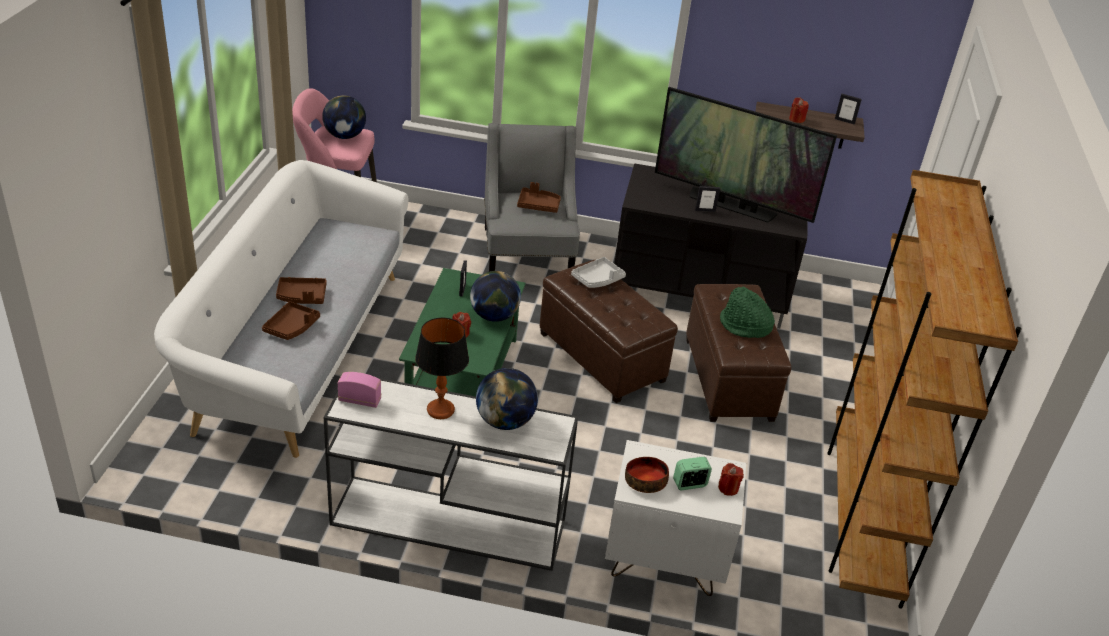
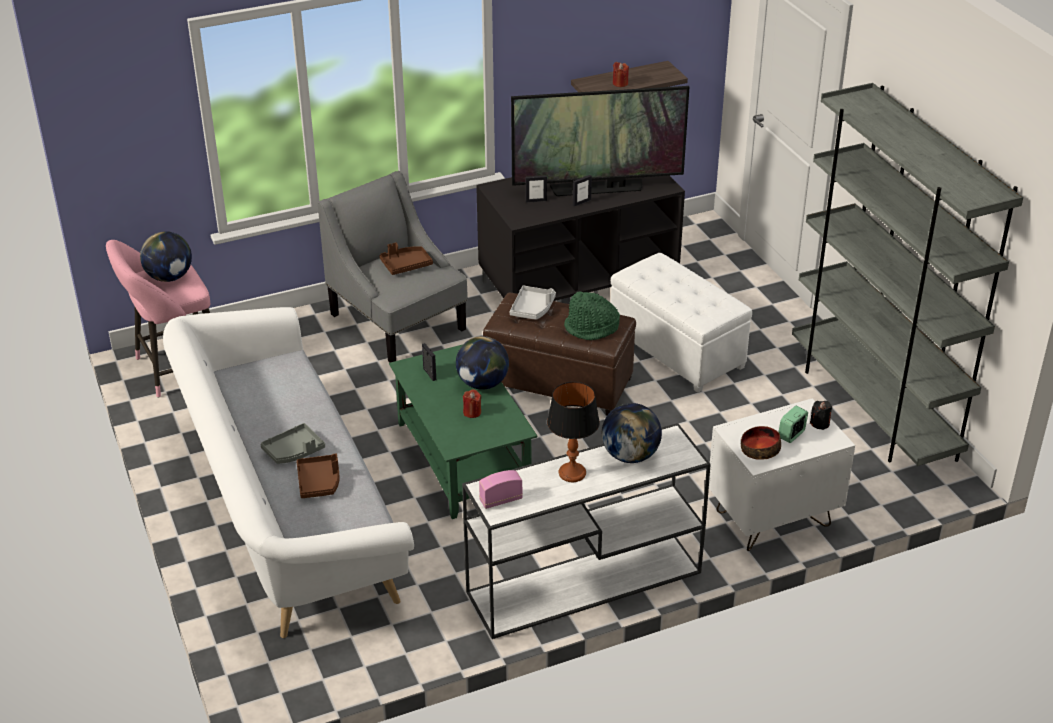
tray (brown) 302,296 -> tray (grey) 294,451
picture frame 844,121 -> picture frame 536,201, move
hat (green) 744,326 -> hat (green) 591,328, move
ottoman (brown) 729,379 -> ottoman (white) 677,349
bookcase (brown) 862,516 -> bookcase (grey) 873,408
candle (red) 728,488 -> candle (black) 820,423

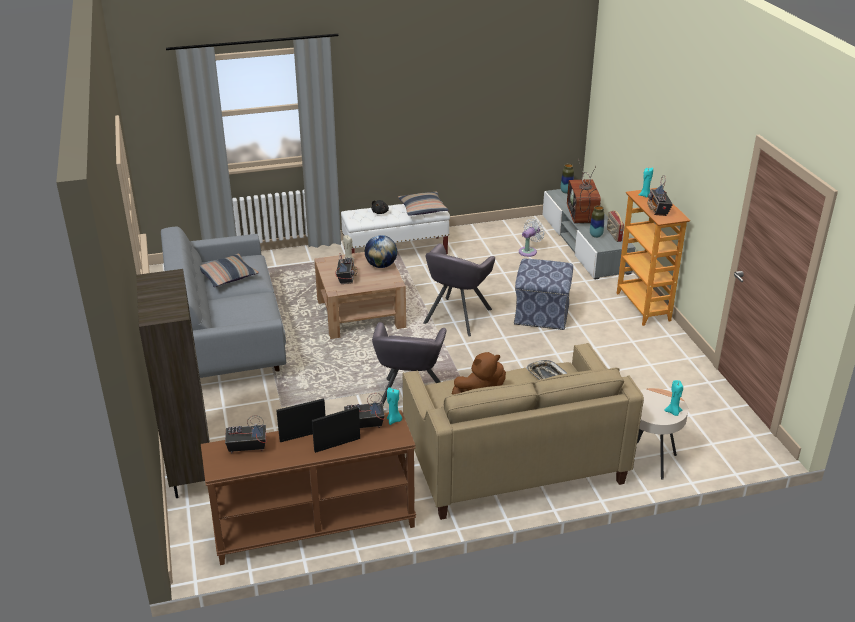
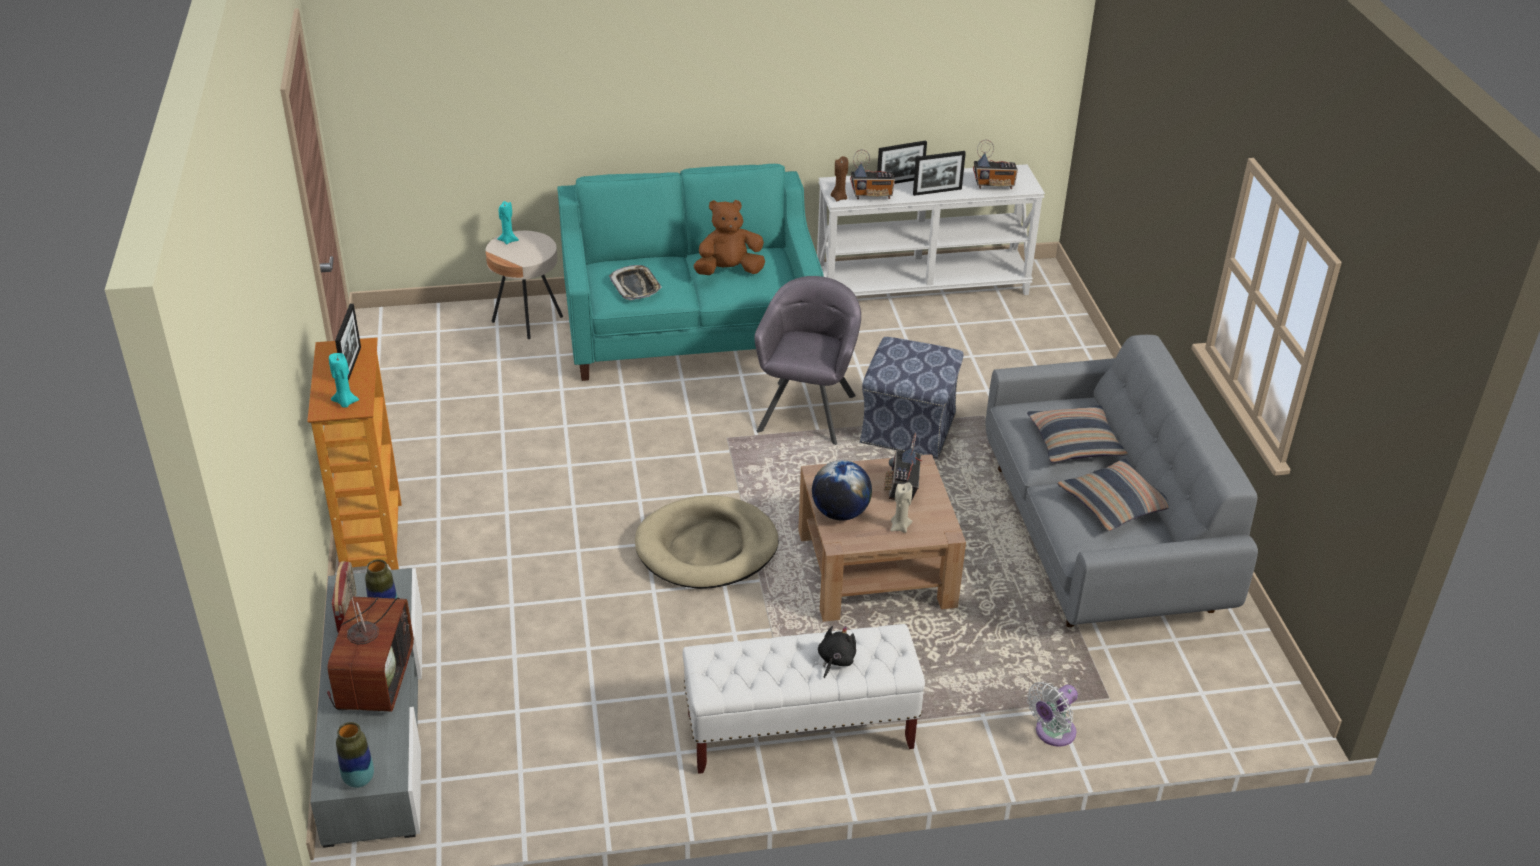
radio 658,210 -> picture frame 352,365
sofa (beige) 513,461 -> sofa (turquoise) 689,330
armchair (grey) 457,316 -> dog bed (beige) 707,547
console table (brown) 314,528 -> console table (white) 922,286
candle (turquoise) 394,420 -> candle (brown) 839,197
ottoman 541,314 -> ottoman 908,427, move
pillow 422,209 -> pillow 1074,443, move
fan (white) 529,251 -> fan (white) 1052,733, move
bookcase (brown) 190,470 -> none

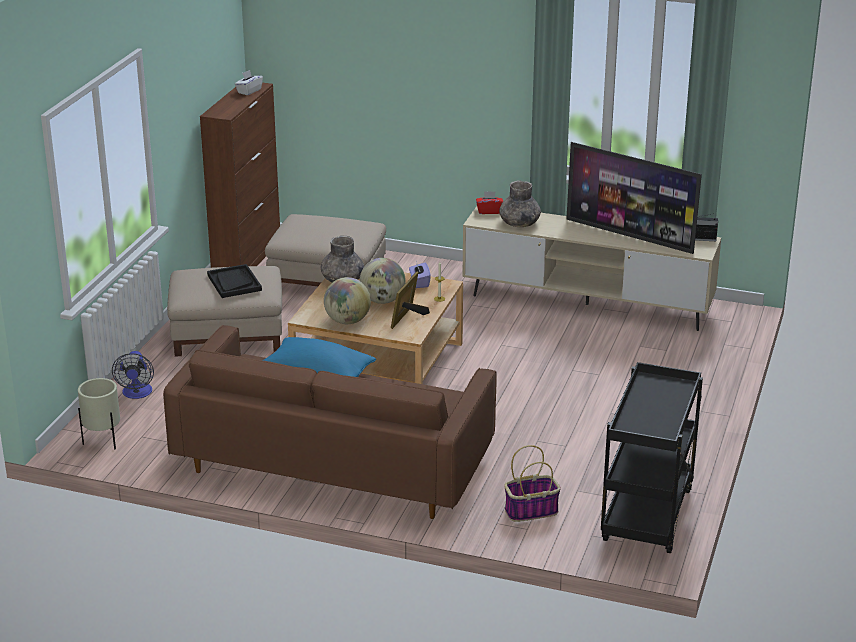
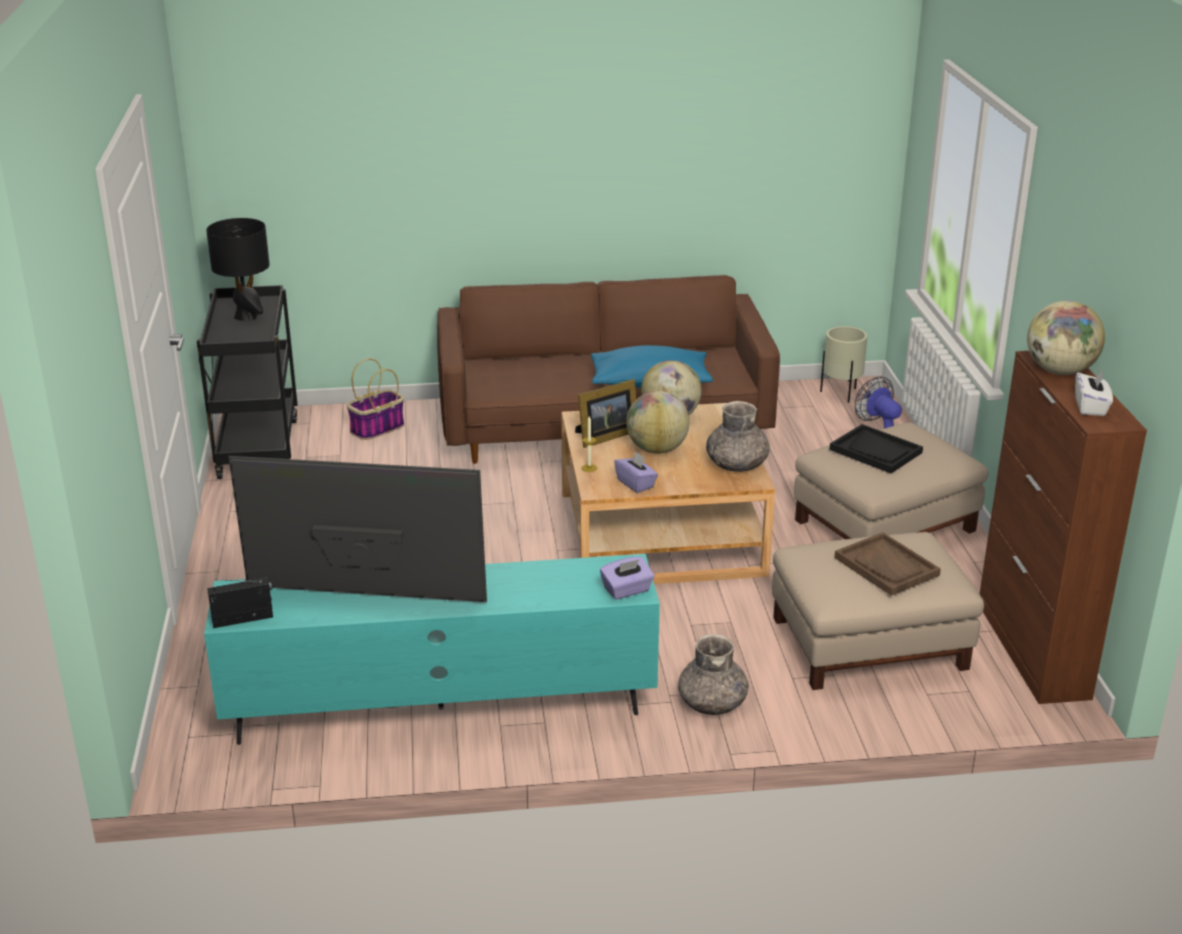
tv stand (beige) 587,304 -> tv stand (turquoise) 441,707
none -> table lamp (black) 246,316
picture frame 408,317 -> picture frame 604,436, 60 degrees clockwise
tissue box (red) 489,211 -> tissue box (purple) 627,590
vase (grey) 519,223 -> vase (grey) 712,703, move
none -> tray (brown) 887,566
none -> globe 1059,371

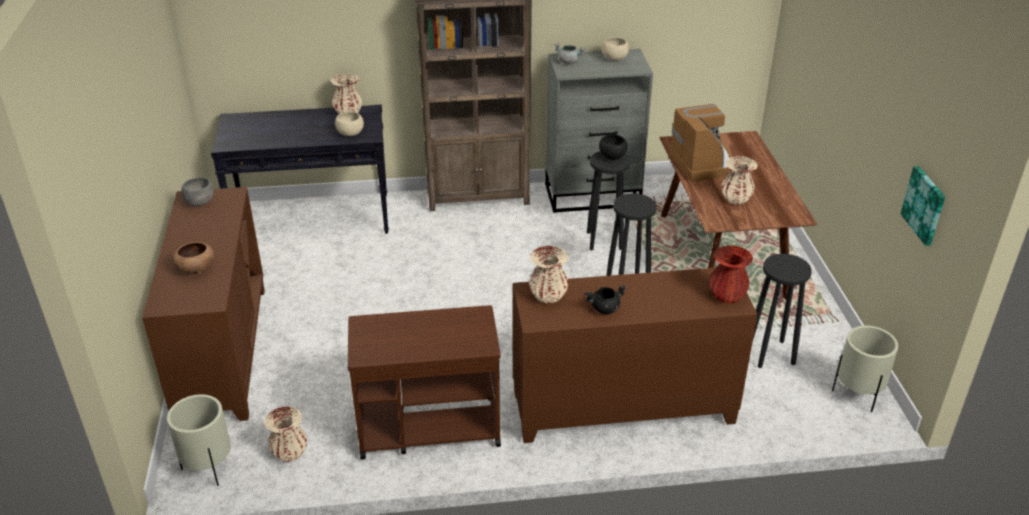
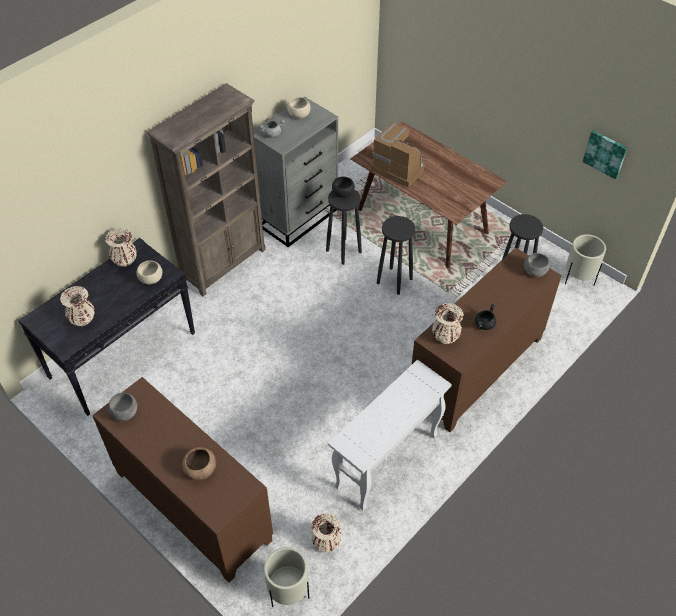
vase (beige) 736,199 -> vase (beige) 82,319, move
cart (brown) 427,427 -> console table (white) 386,462
vase (red) 727,296 -> bowl (grey) 535,272

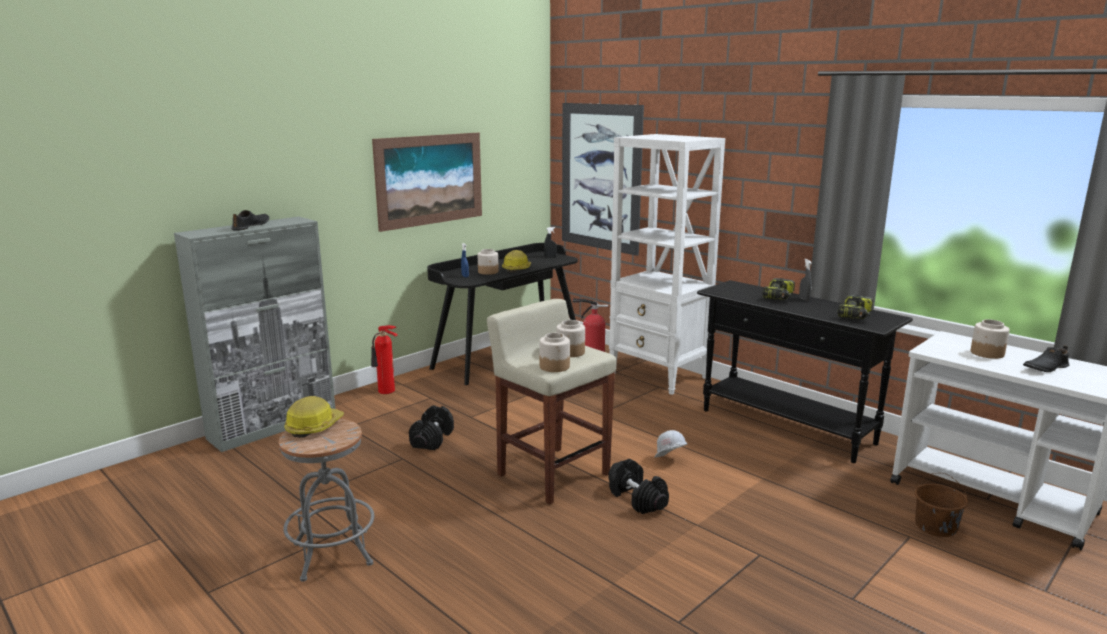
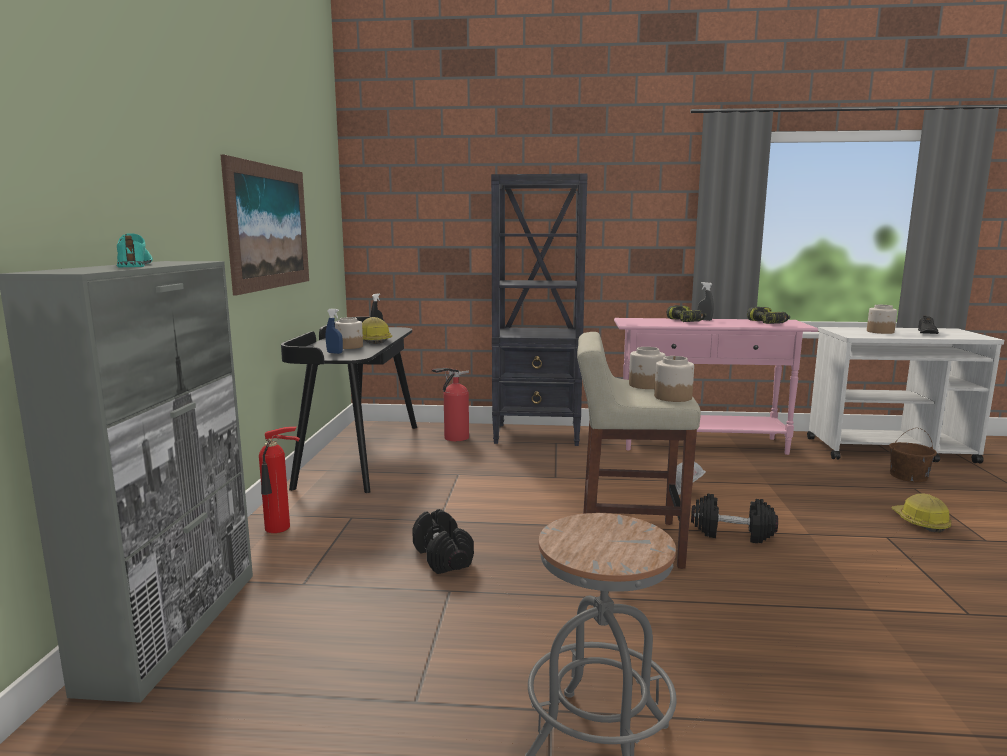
shoe (black) 251,226 -> shoe (turquoise) 135,265
bookcase (white) 659,376 -> bookcase (black) 538,435
console table (black) 787,427 -> console table (pink) 702,444
hard hat 313,427 -> hard hat 920,522, move
picture 600,177 -> none

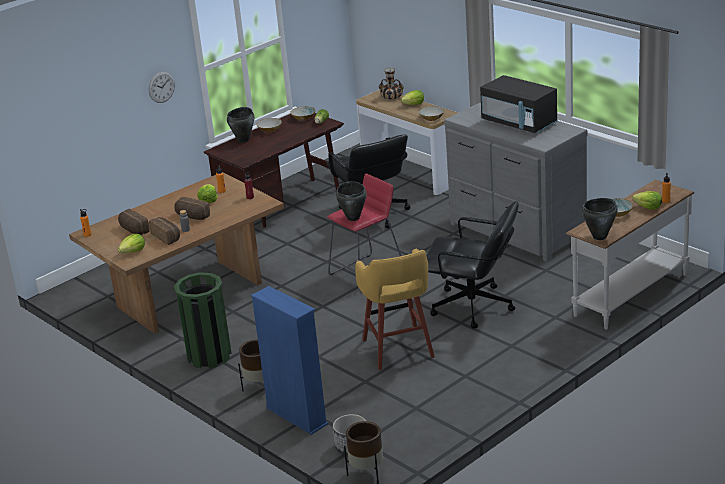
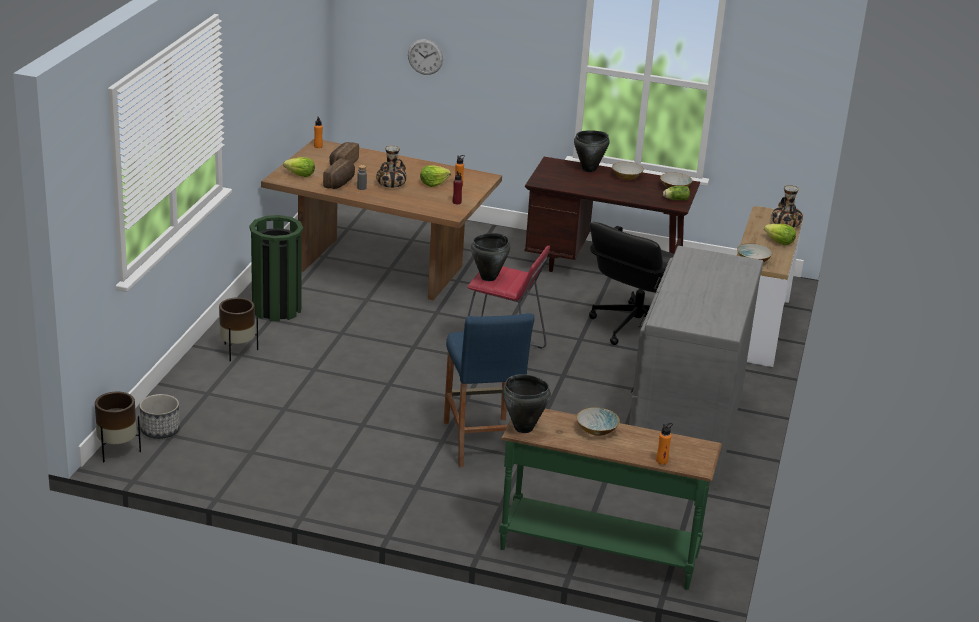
bread 192,216 -> vase 391,184
wall clock 161,87 -> wall clock 425,57, move
office chair (black) 473,307 -> stool (blue) 481,442
console table (white) 629,294 -> console table (green) 599,551
bookcase (blue) 296,416 -> none
stool (yellow) 398,350 -> none
microwave (black) 519,123 -> none
lettuce 648,207 -> none

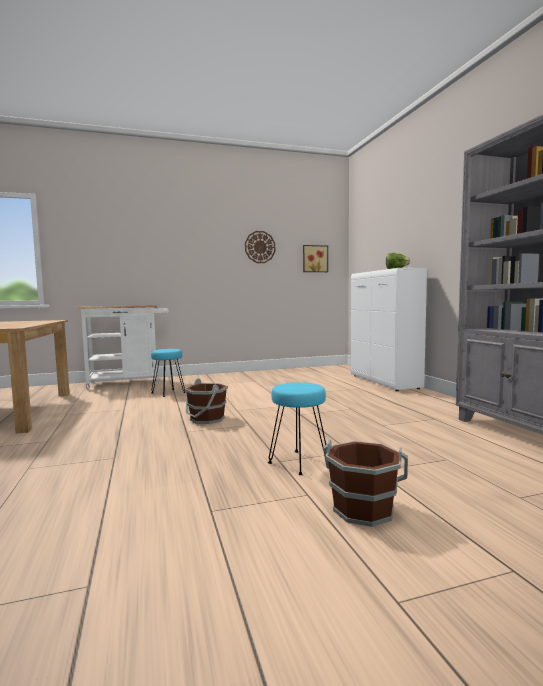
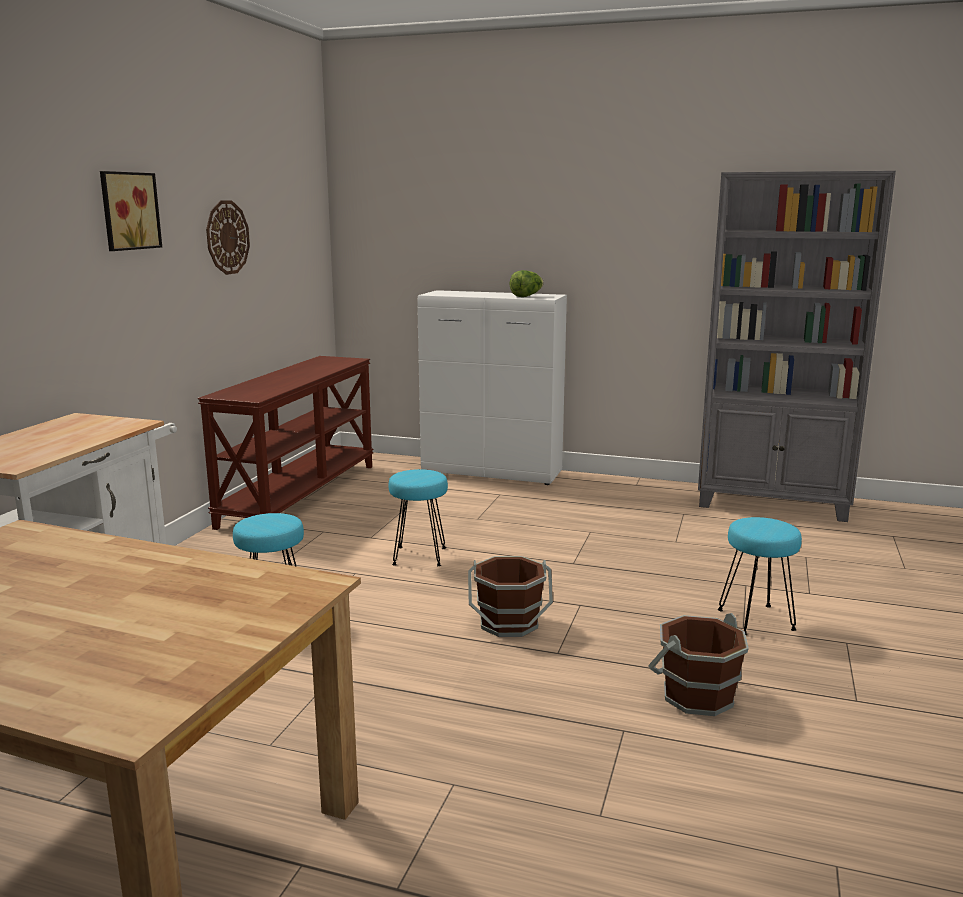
picture 314,259 -> picture 127,211, move
none -> console table (brown) 299,494
none -> stool (turquoise) 419,556
bucket (brown) 363,509 -> bucket (brown) 696,695, move

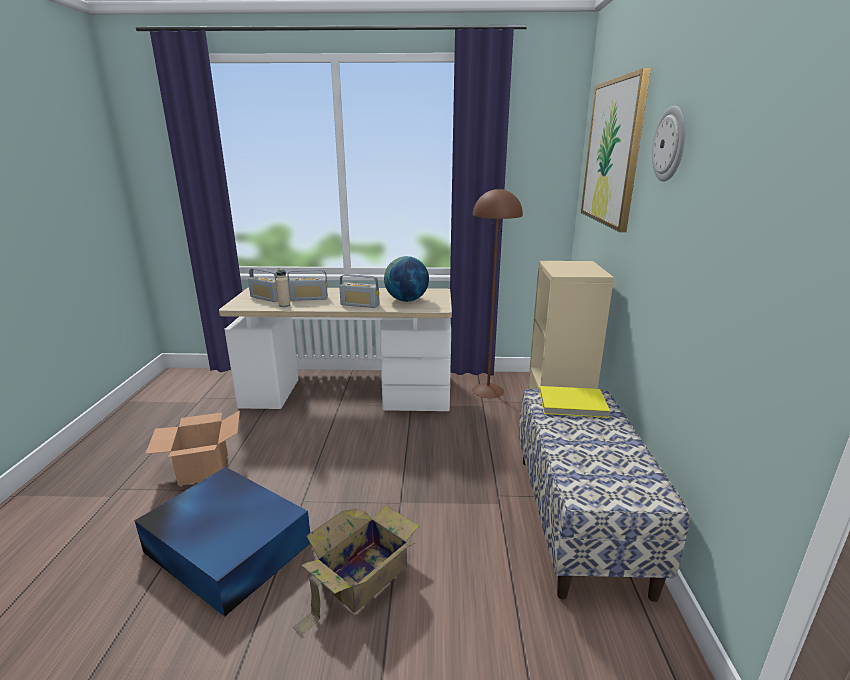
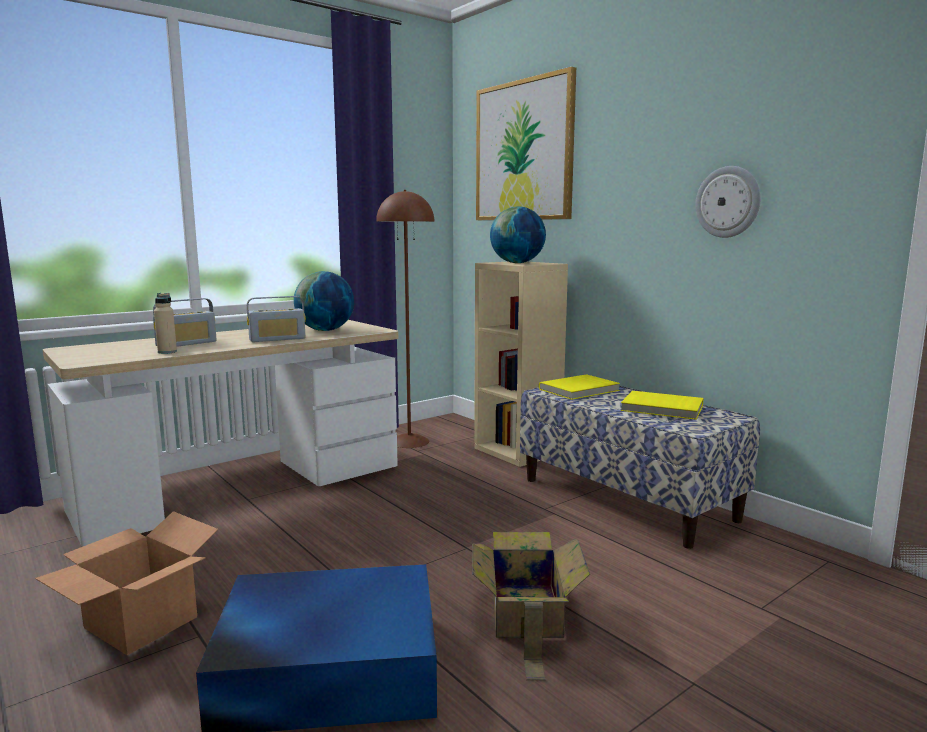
none -> globe 517,263
none -> book (yellow) 662,408
wall clock 670,144 -> wall clock 728,202, move
radio 267,298 -> none

